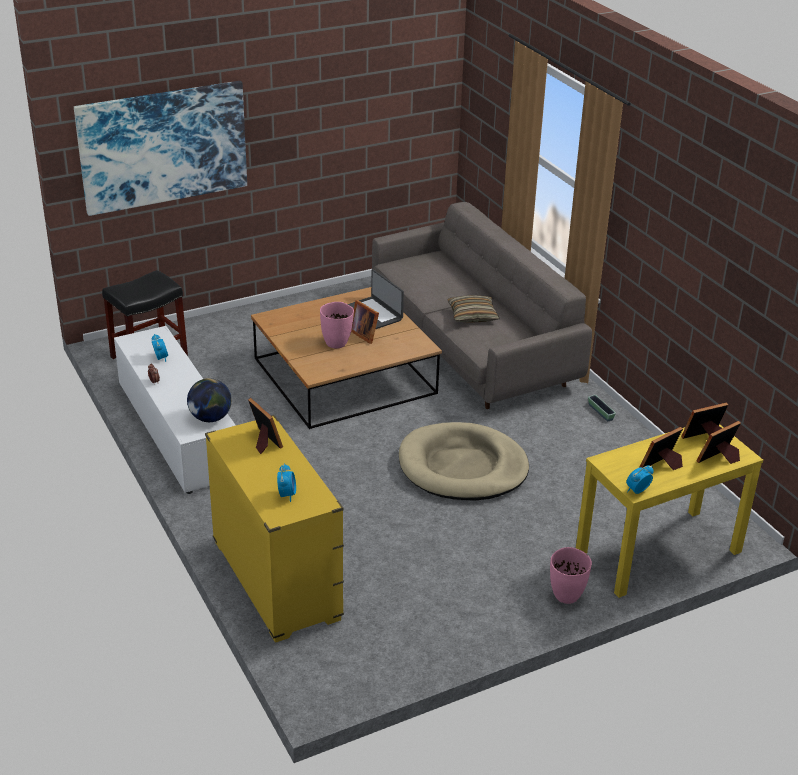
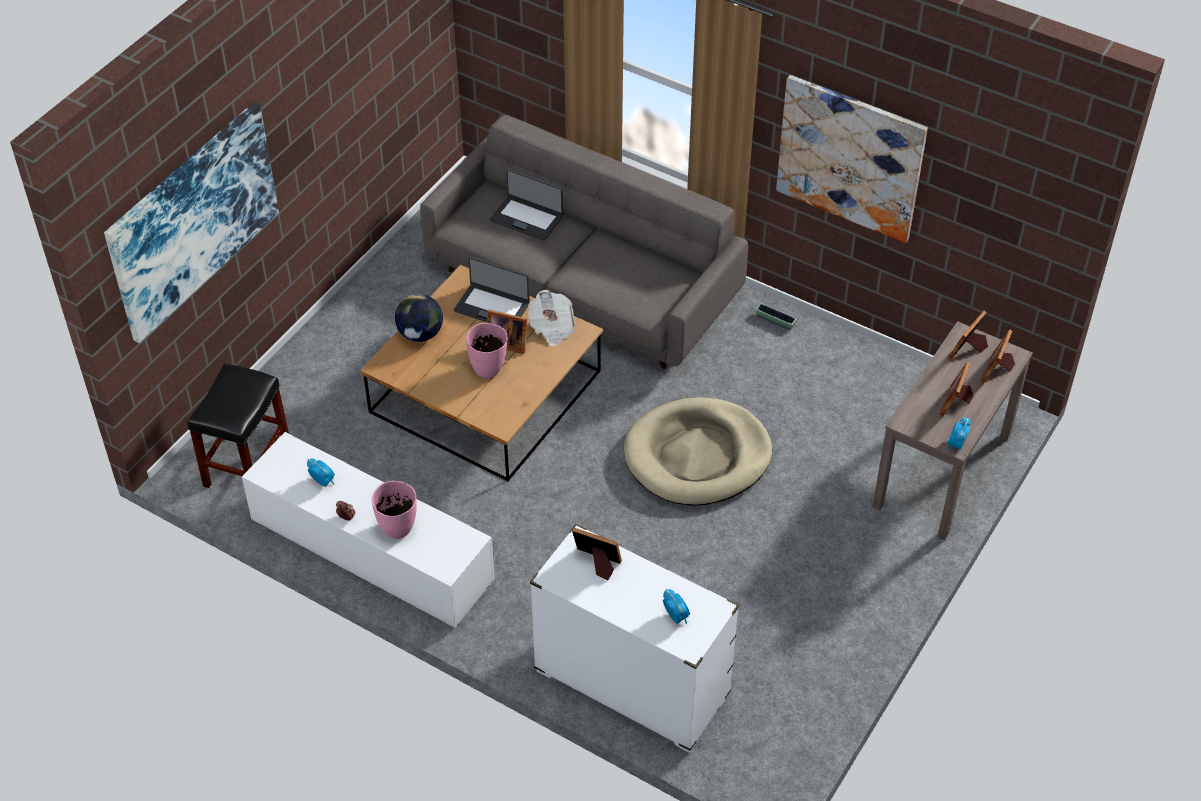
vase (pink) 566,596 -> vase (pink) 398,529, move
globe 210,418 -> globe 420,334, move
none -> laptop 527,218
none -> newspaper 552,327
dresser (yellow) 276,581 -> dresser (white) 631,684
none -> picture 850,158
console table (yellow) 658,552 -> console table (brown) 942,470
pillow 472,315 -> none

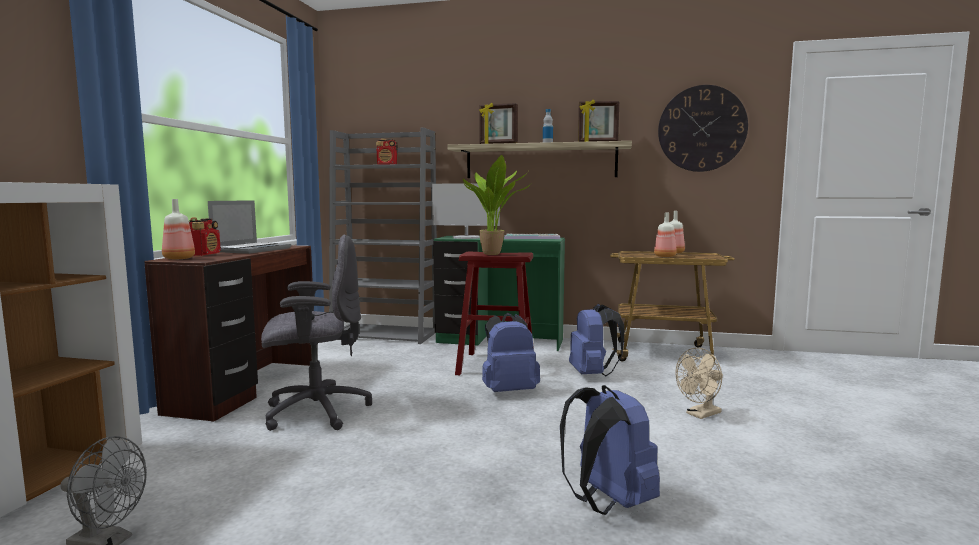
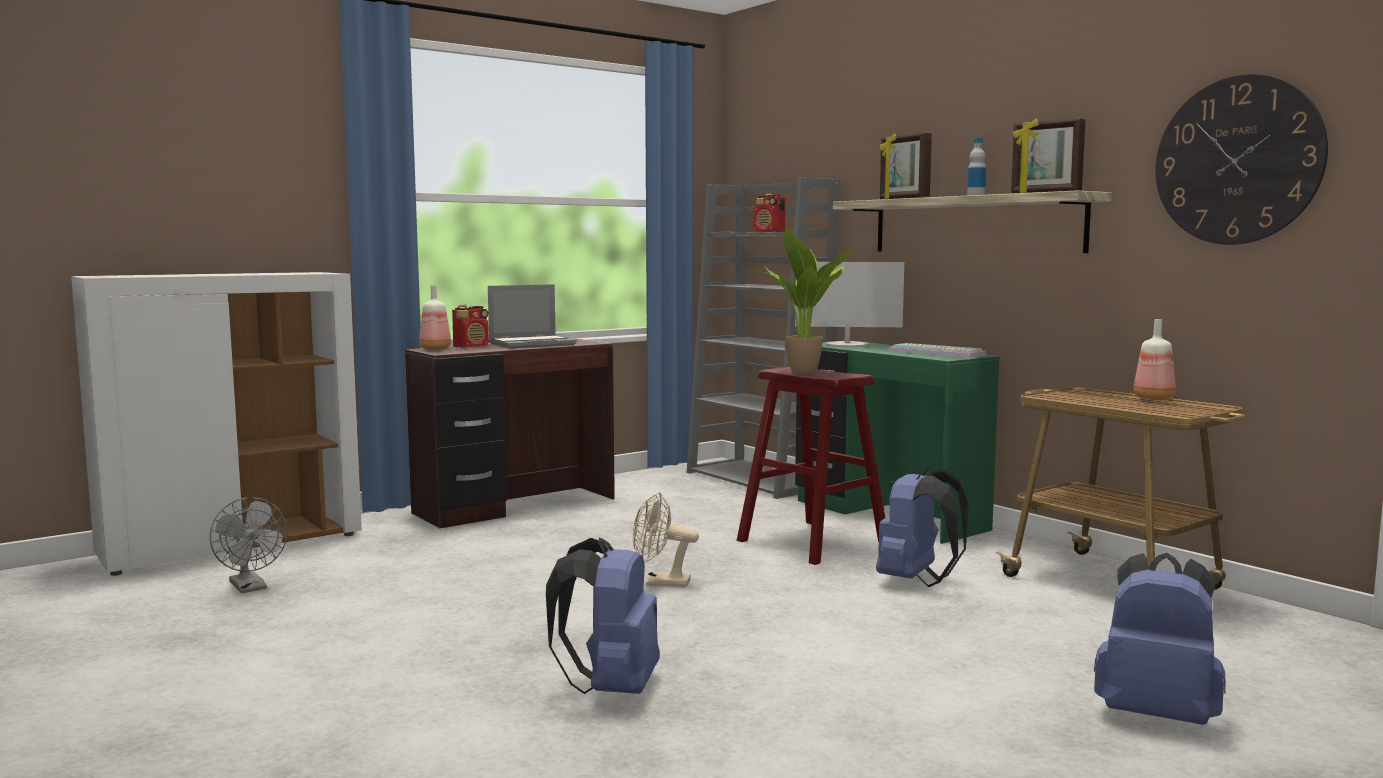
fan (beige) 700,414 -> fan (beige) 660,583, move
monitor 466,237 -> monitor 847,345, 45 degrees counterclockwise
backpack (blue) 509,391 -> backpack (blue) 1156,715, move
office chair (grey) 315,411 -> none
bottle 665,256 -> none

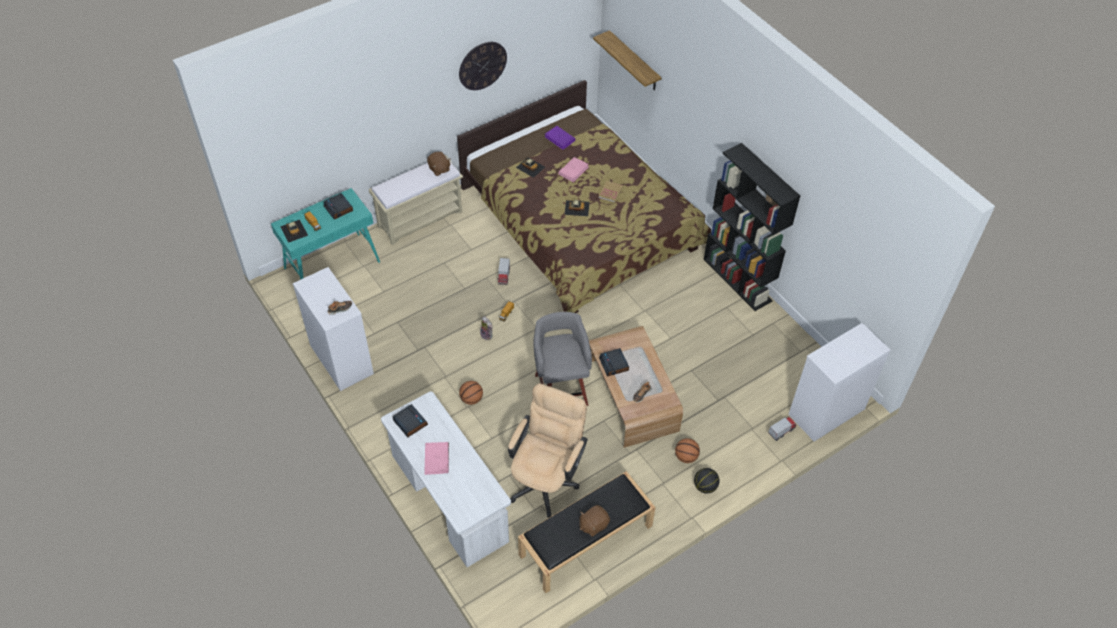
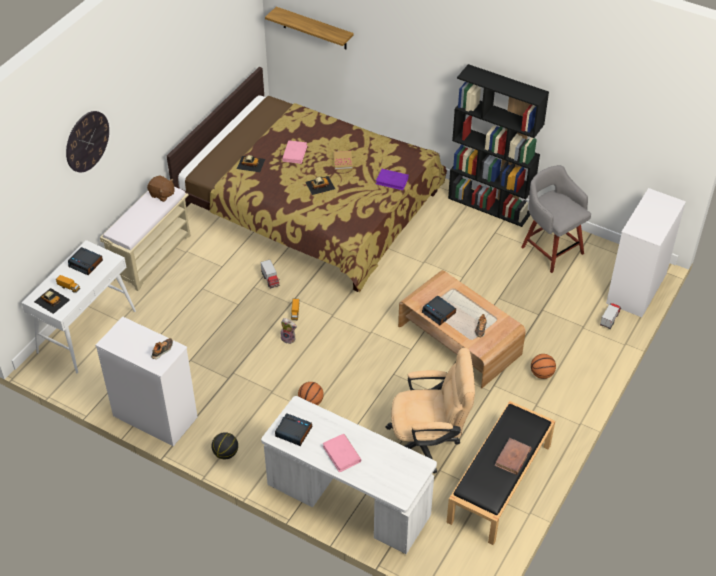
console table (turquoise) 332,265 -> console table (white) 87,331
wall clock 482,65 -> wall clock 87,141, move
basketball 705,486 -> basketball 225,453, move
book (purple) 560,139 -> book (purple) 392,181, move
office chair (beige) 546,478 -> office chair (beige) 428,444, 90 degrees clockwise
plush toy (brown) 593,525 -> book (brown) 512,458
stool (grey) 561,388 -> stool (grey) 551,249, move

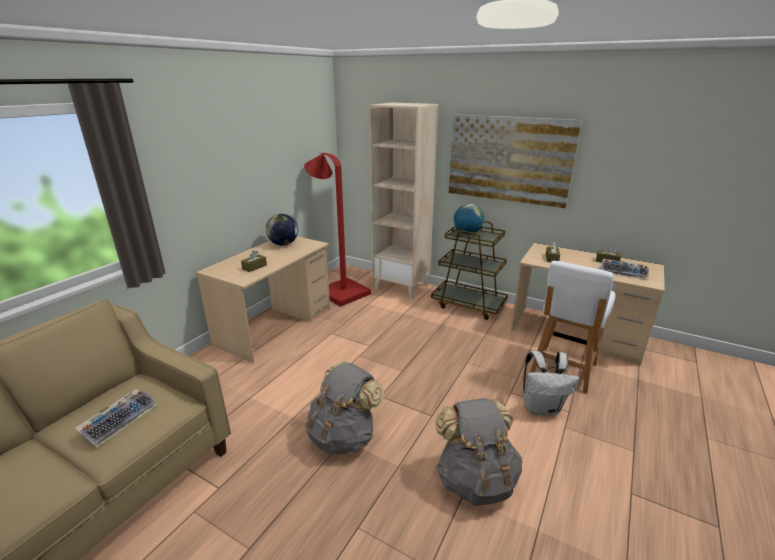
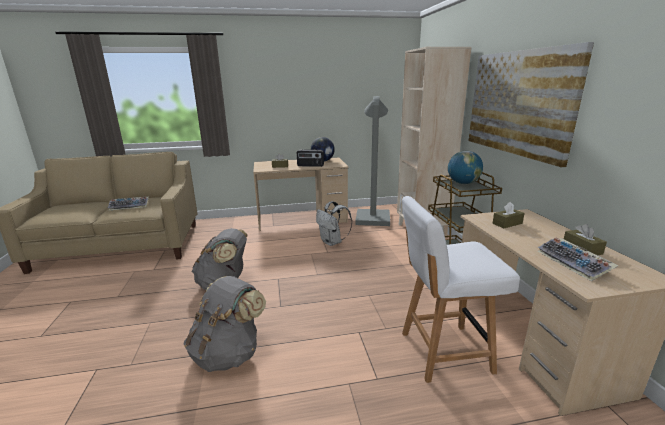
none -> radio 310,166
backpack (white) 542,408 -> backpack (white) 332,242, move
floor lamp (red) 339,291 -> floor lamp (grey) 373,216

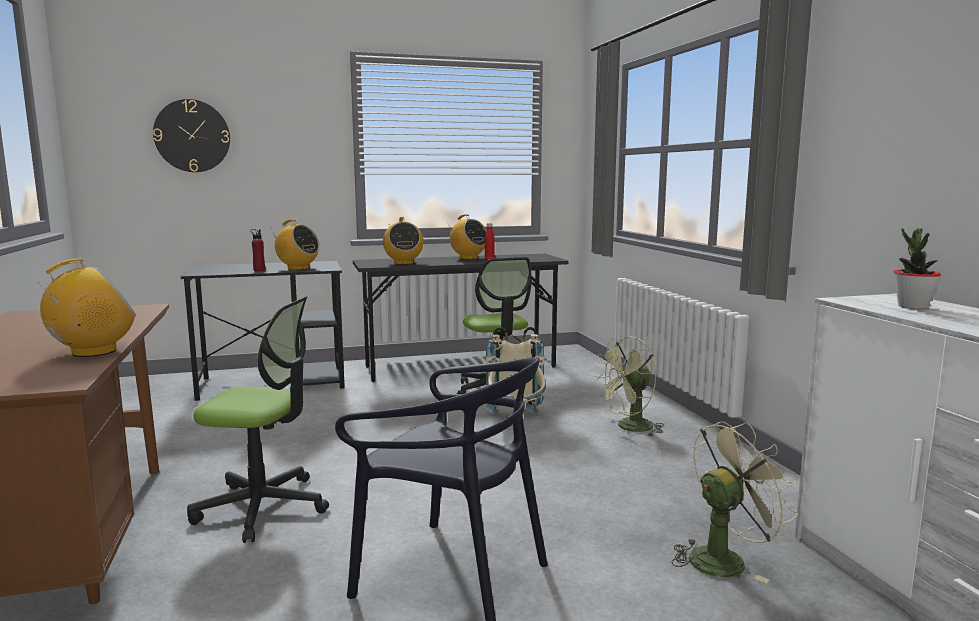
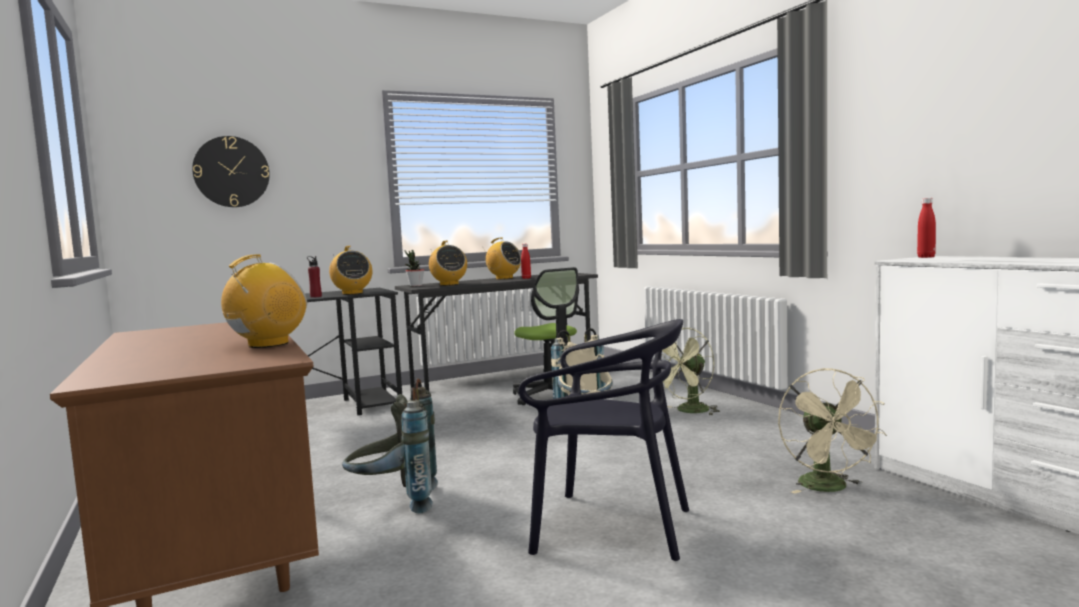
radio 297,268 -> radio 352,293, 45 degrees clockwise
office chair 262,507 -> backpack (grey) 395,502
potted plant 912,306 -> potted plant 415,285, move
fan (beige) 724,559 -> fan (beige) 829,488, 120 degrees clockwise
none -> bottle (red) 926,257

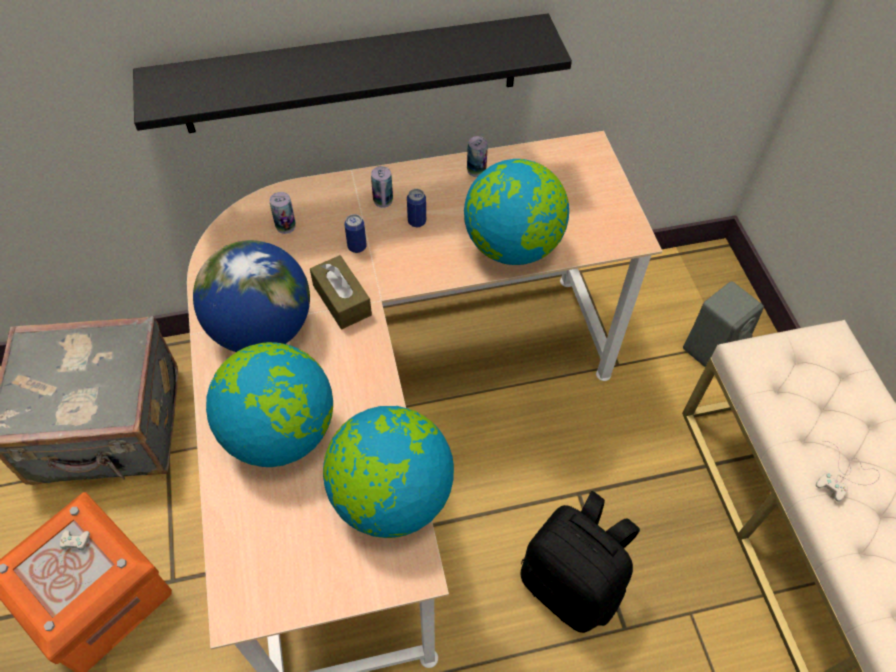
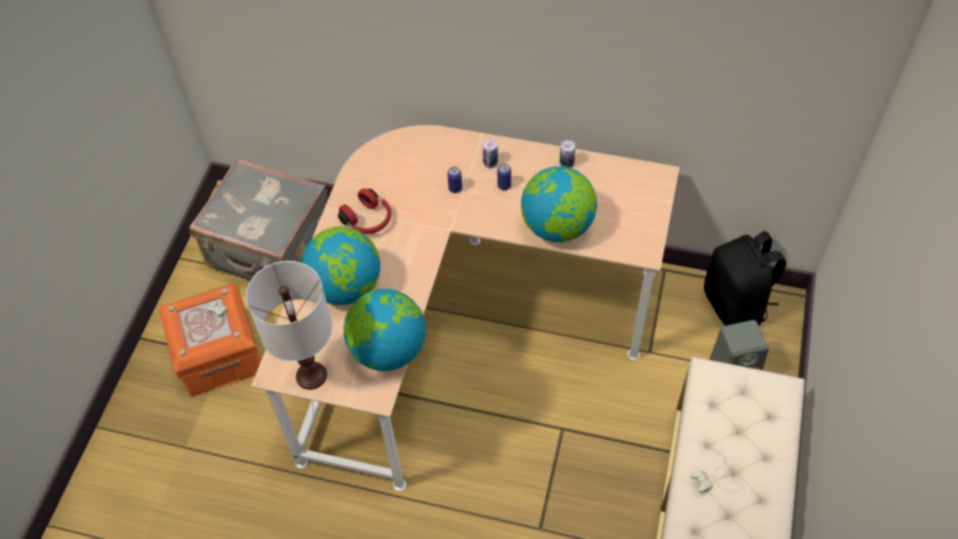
none -> table lamp (white) 312,376
globe 262,329 -> headphones (red) 368,220
backpack (black) 571,584 -> backpack (black) 736,305, move
shelf (black) 351,74 -> none
can 286,226 -> none
tissue box (brown) 342,300 -> none

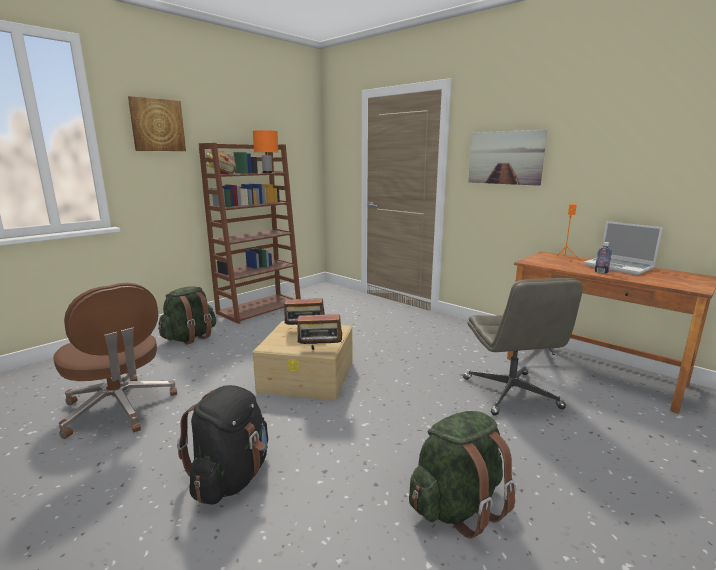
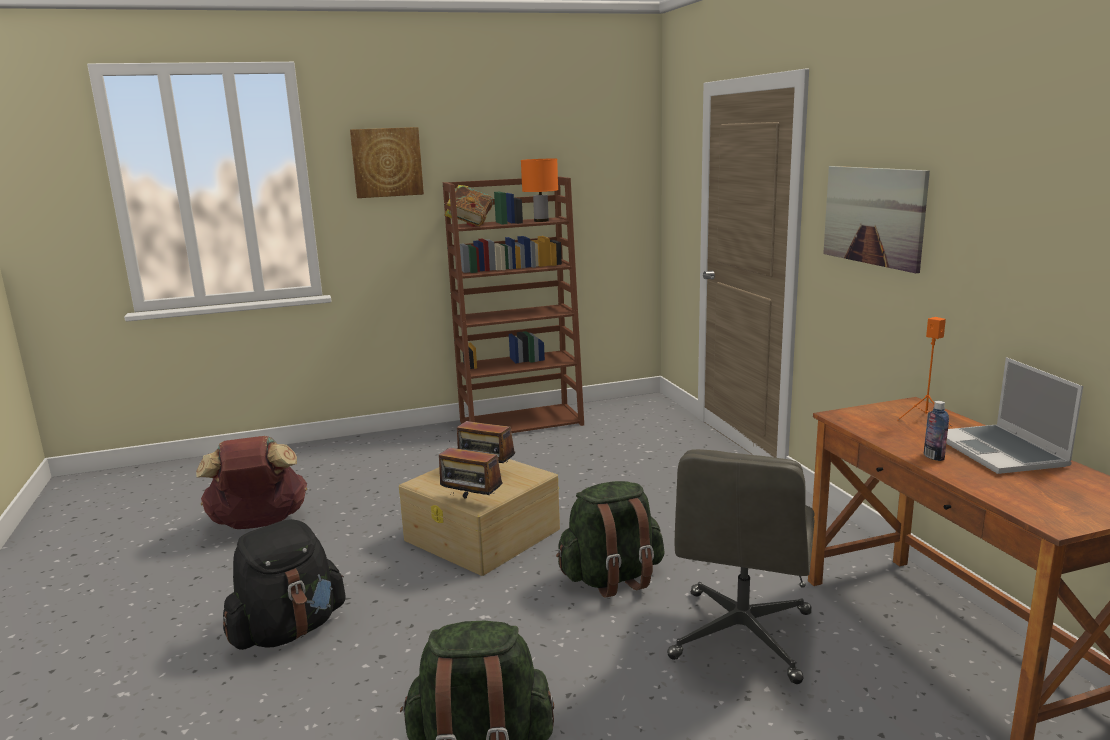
office chair (brown) 119,408 -> backpack (brown) 259,524
backpack (green) 190,337 -> backpack (green) 612,578, move

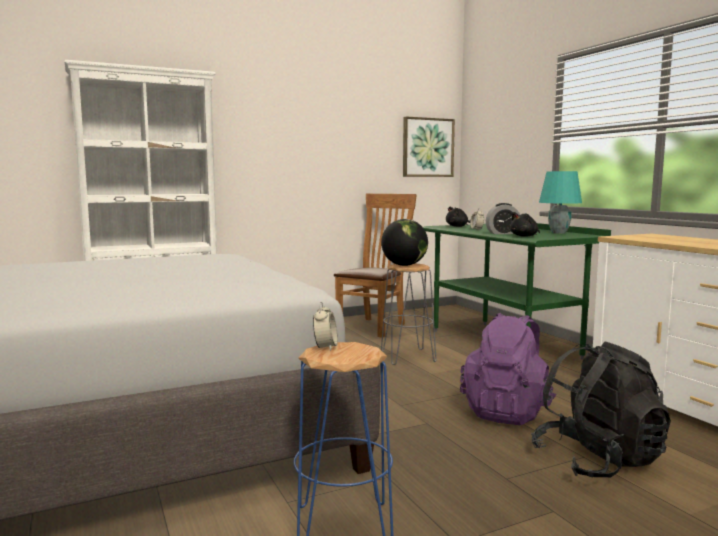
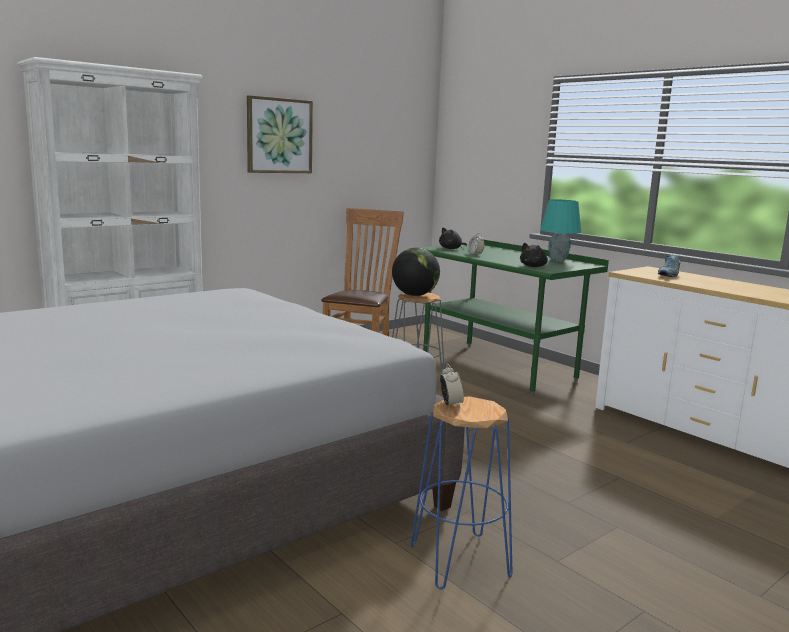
picture 427,147 -> picture 279,136, move
none -> shoe 668,275
backpack (purple) 507,412 -> none
alarm clock 502,233 -> none
backpack (black) 597,461 -> none

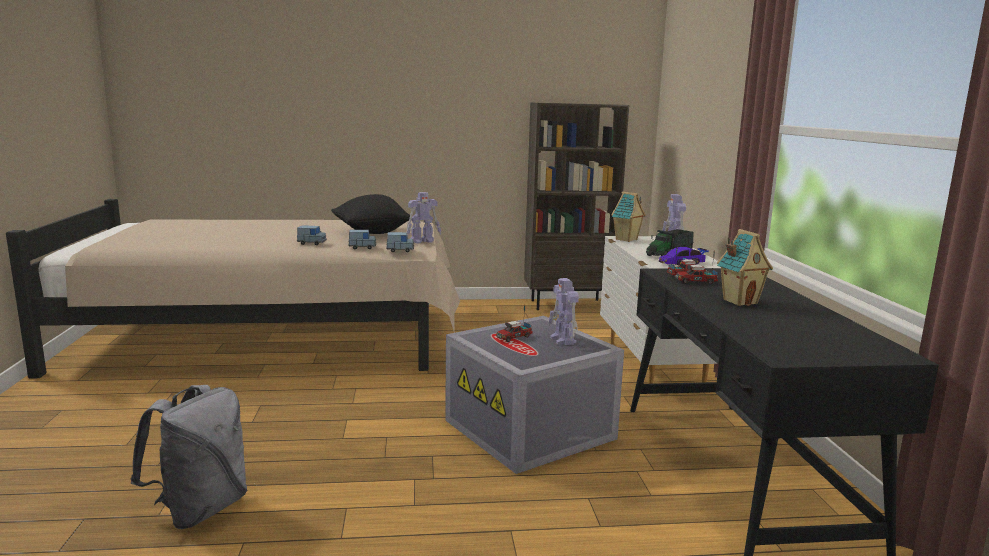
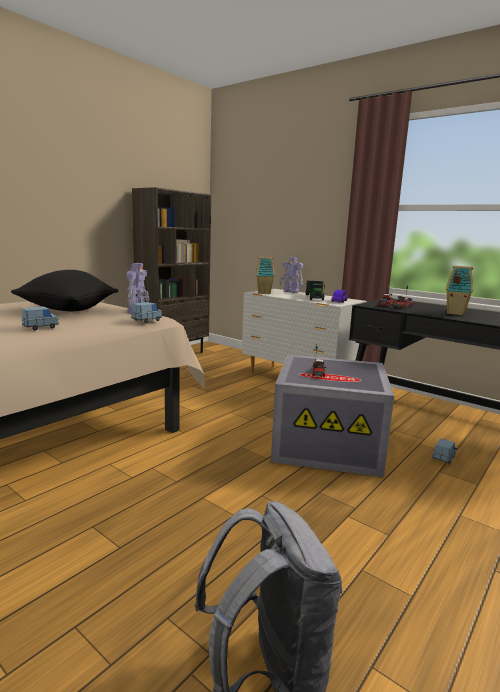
toy car (blue) 362,247 -> toy car (blue) 443,458, move
toy robot 563,340 -> none

